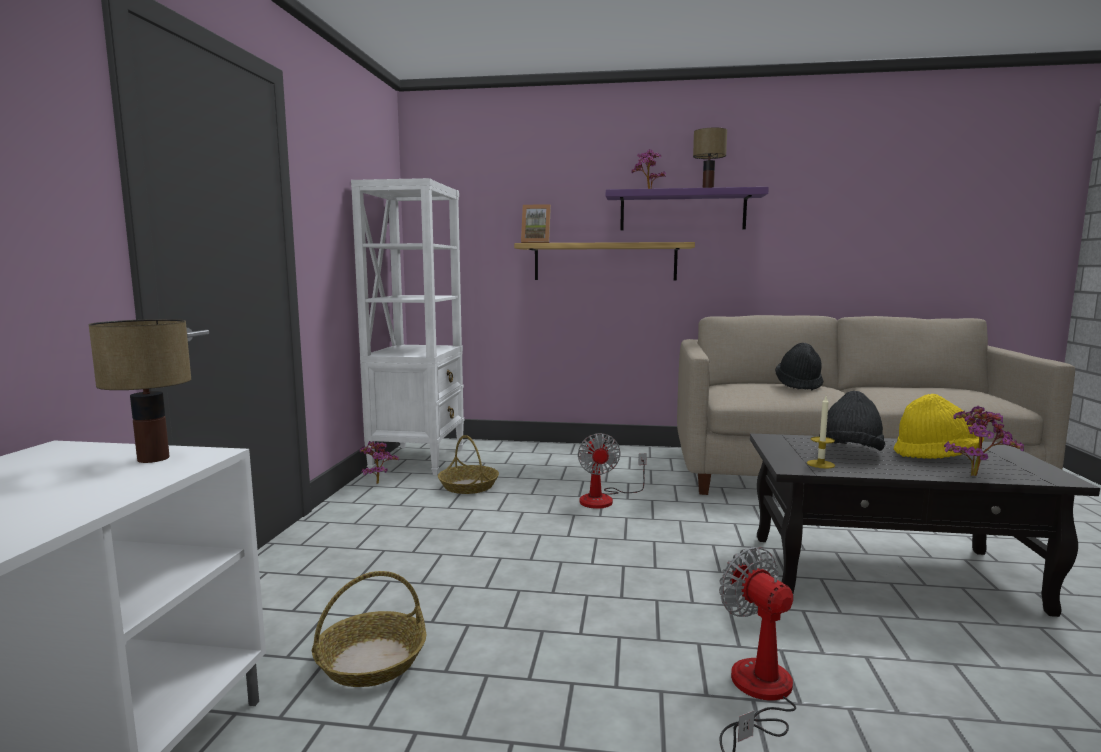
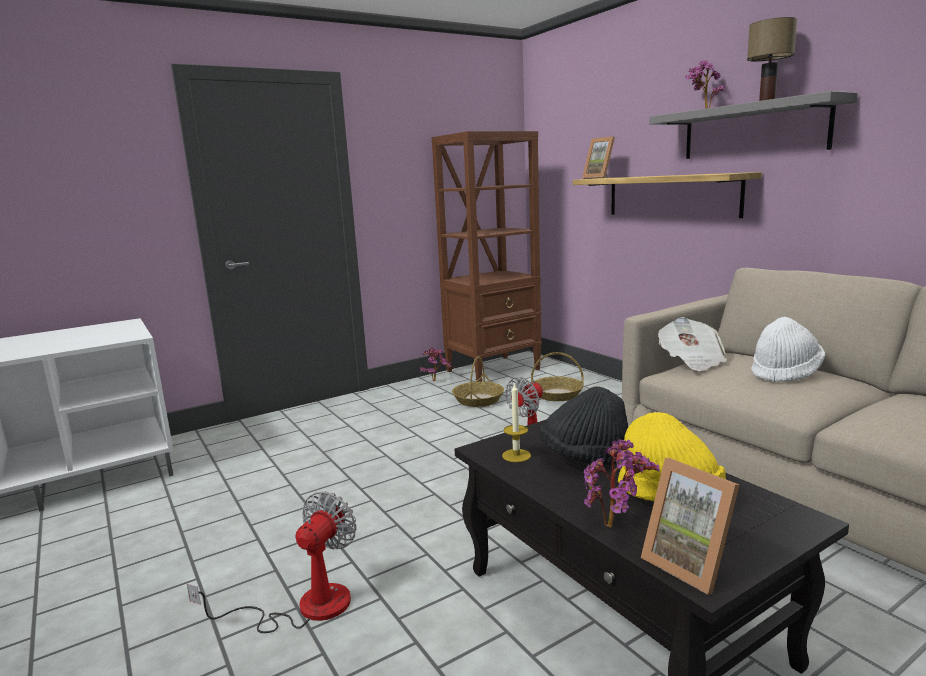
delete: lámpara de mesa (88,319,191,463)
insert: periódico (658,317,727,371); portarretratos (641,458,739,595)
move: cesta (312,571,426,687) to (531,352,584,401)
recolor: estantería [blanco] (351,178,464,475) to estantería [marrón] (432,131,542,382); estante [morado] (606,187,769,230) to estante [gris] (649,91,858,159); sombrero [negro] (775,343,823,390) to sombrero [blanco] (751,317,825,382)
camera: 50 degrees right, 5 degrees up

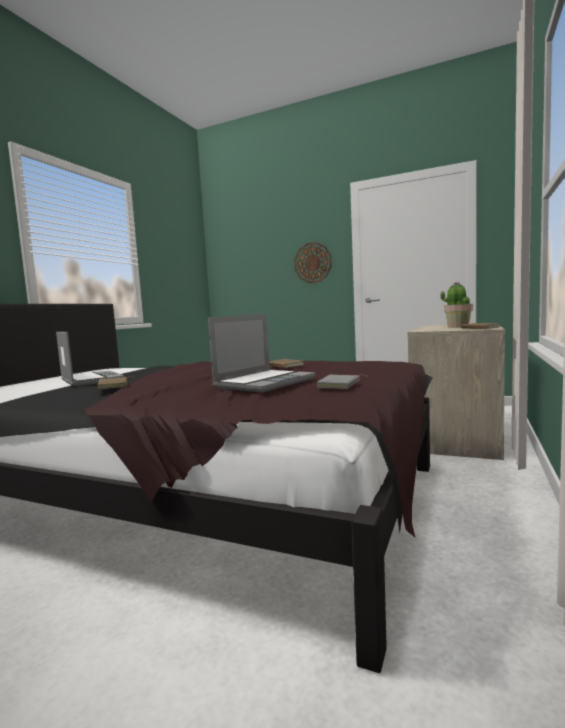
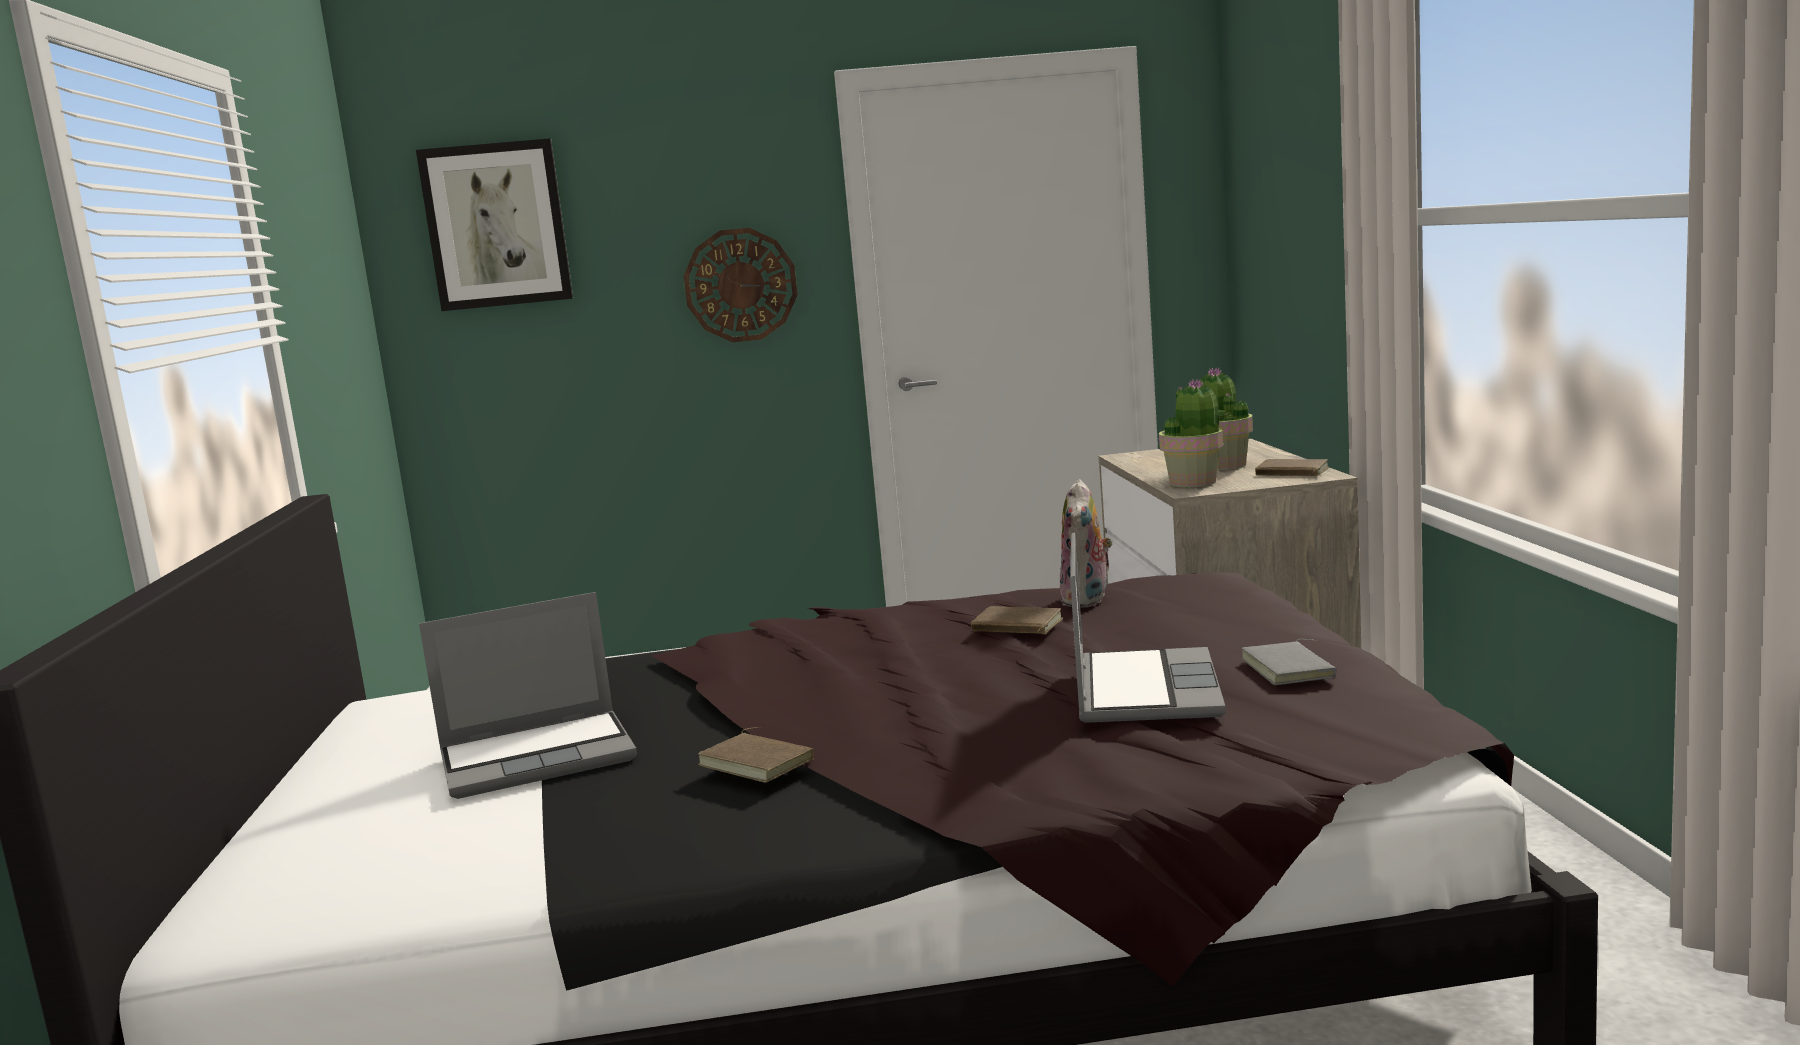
insert: cuadro (416,138,573,311); planta en maceta (1159,379,1234,488); peluche (1060,479,1113,608)
rotate: portátil (56,332,124,386) = (419,592,637,799) 135 degrees clockwise
camera: 30 degrees left, 5 degrees up

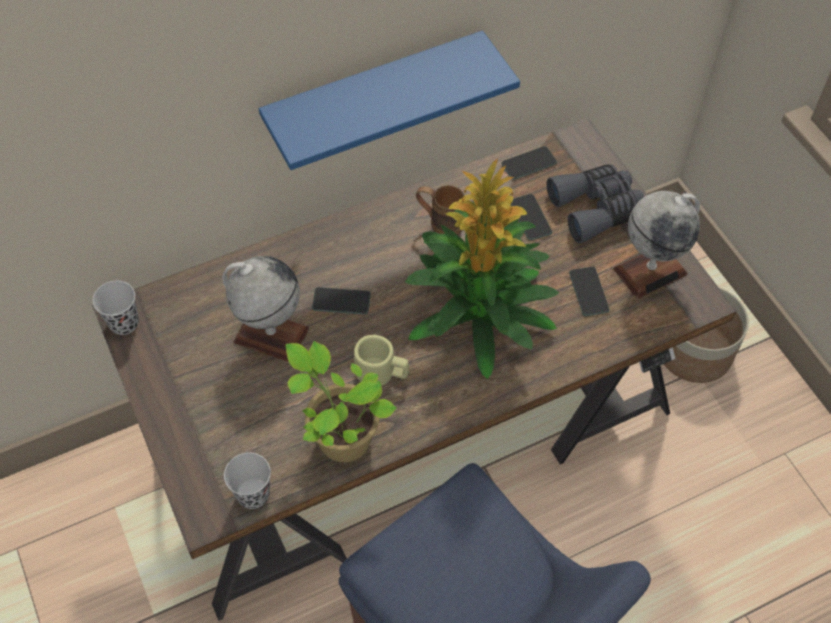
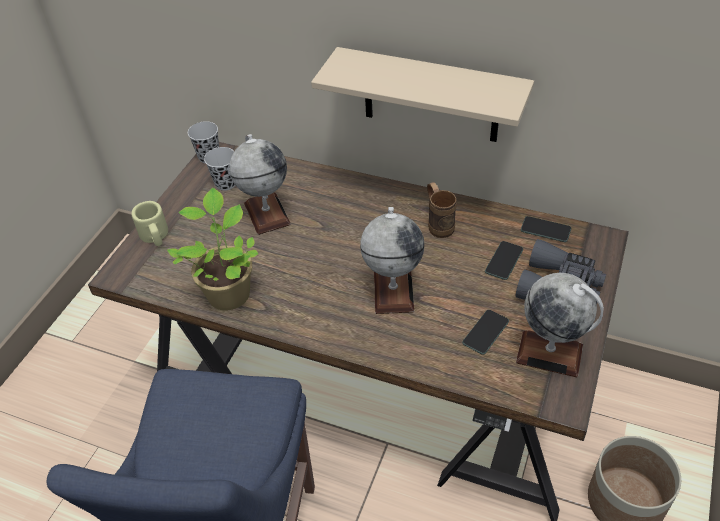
delete: móvil (312,287,371,315)
move: taza grande [beis] (354,335,409,386) to (132,201,168,246); taza [negro] (224,453,271,509) to (204,147,236,191)
replace: planta en maceta (405,158,559,379) to globo terráqueo (360,207,424,314)
recolor: estante [azul] (259,31,520,170) to estante [beis] (311,47,534,142)
camera: 50 degrees right, 10 degrees down

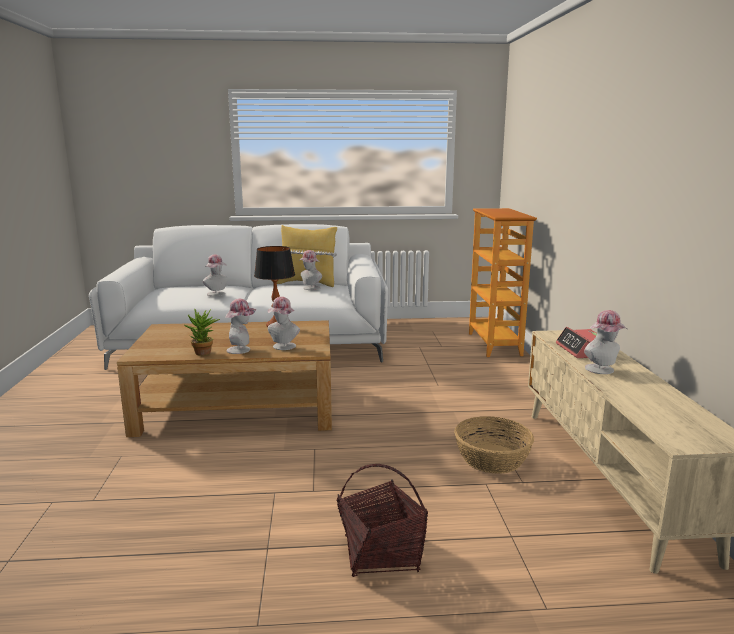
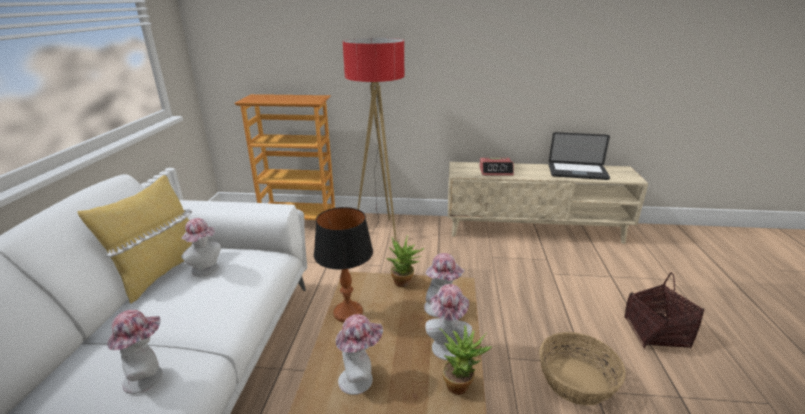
insert: lámpara de pie (343,38,404,241); portátil (549,132,610,180); planta en maceta (386,235,425,287)
move: sombrero (584,310,628,374) to (336,314,383,395); cesta (454,416,534,474) to (539,332,626,406)
camera: 80 degrees left, 10 degrees up

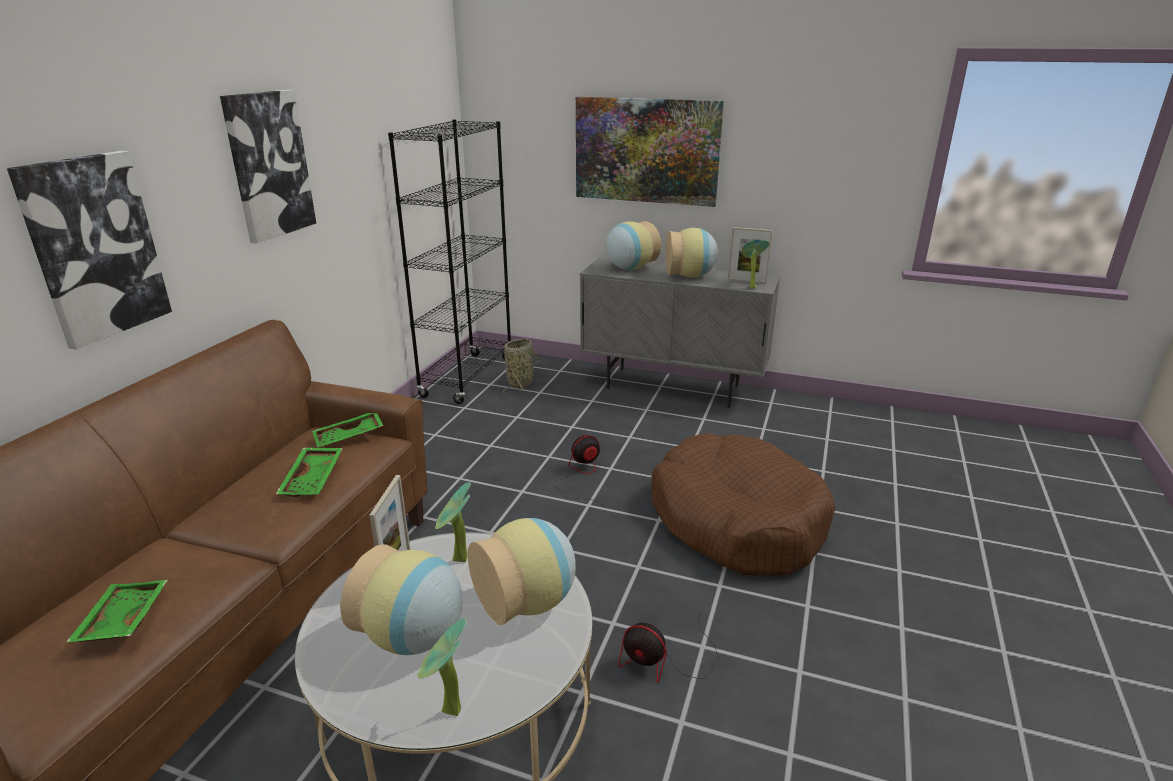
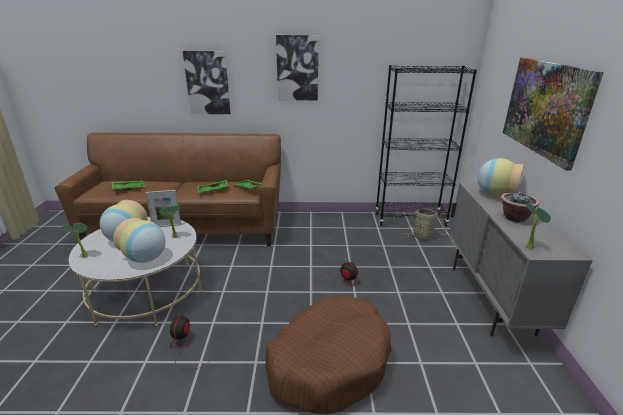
delete: portarretratos (728,227,772,284)
replace: florero (665,228,718,278) to planta en maceta (501,191,540,223)
camera: 70 degrees right, 0 degrees up

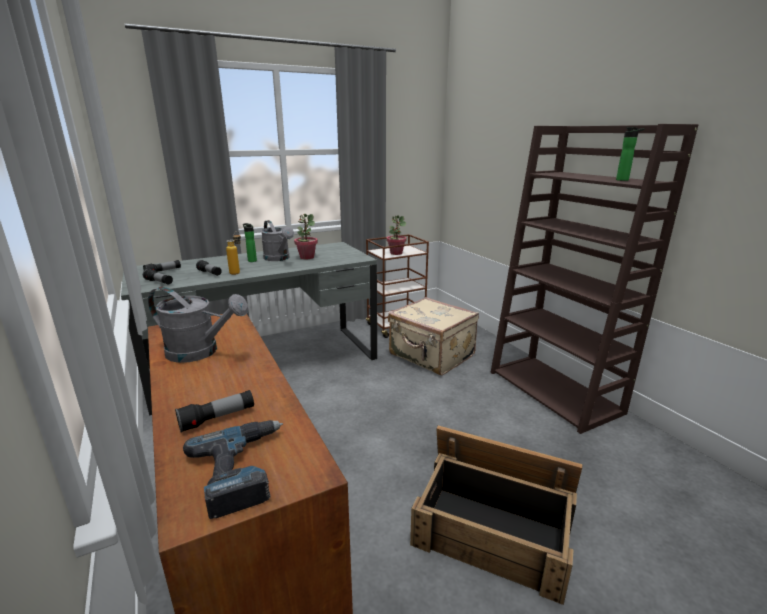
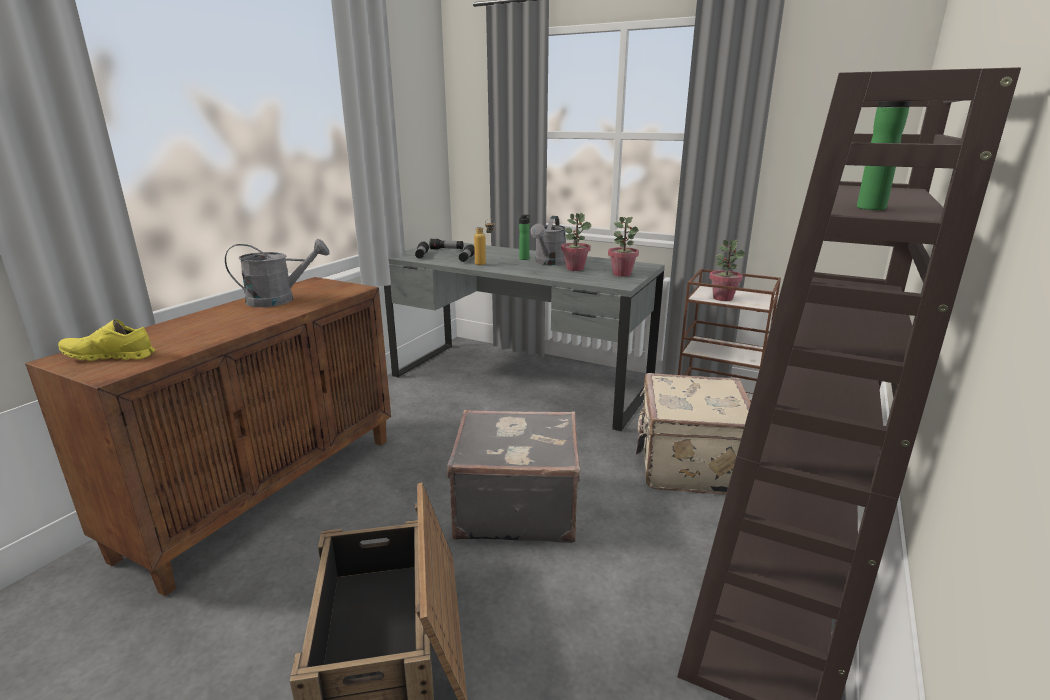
delete: linterna (175,390,254,433)
insert: planta en maceta (608,217,639,277); maleta [gris] (447,410,580,543)
replace: taladro (183,420,283,519) to zapato [amarillo] (58,319,155,361)
rotate: regadera [gris] (148,287,249,363) = (225,239,330,307) 90 degrees counterclockwise
camera: 55 degrees right, 0 degrees up

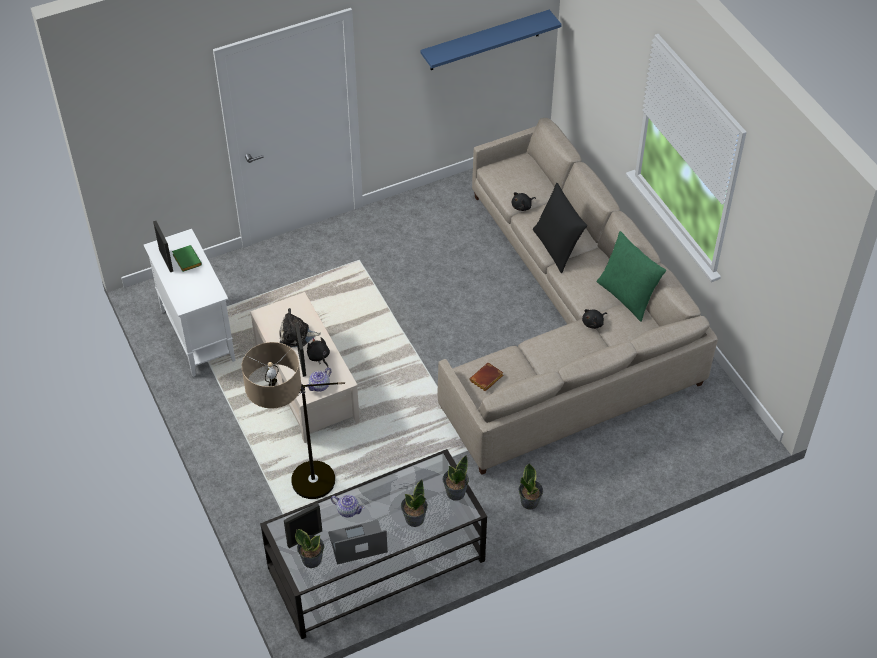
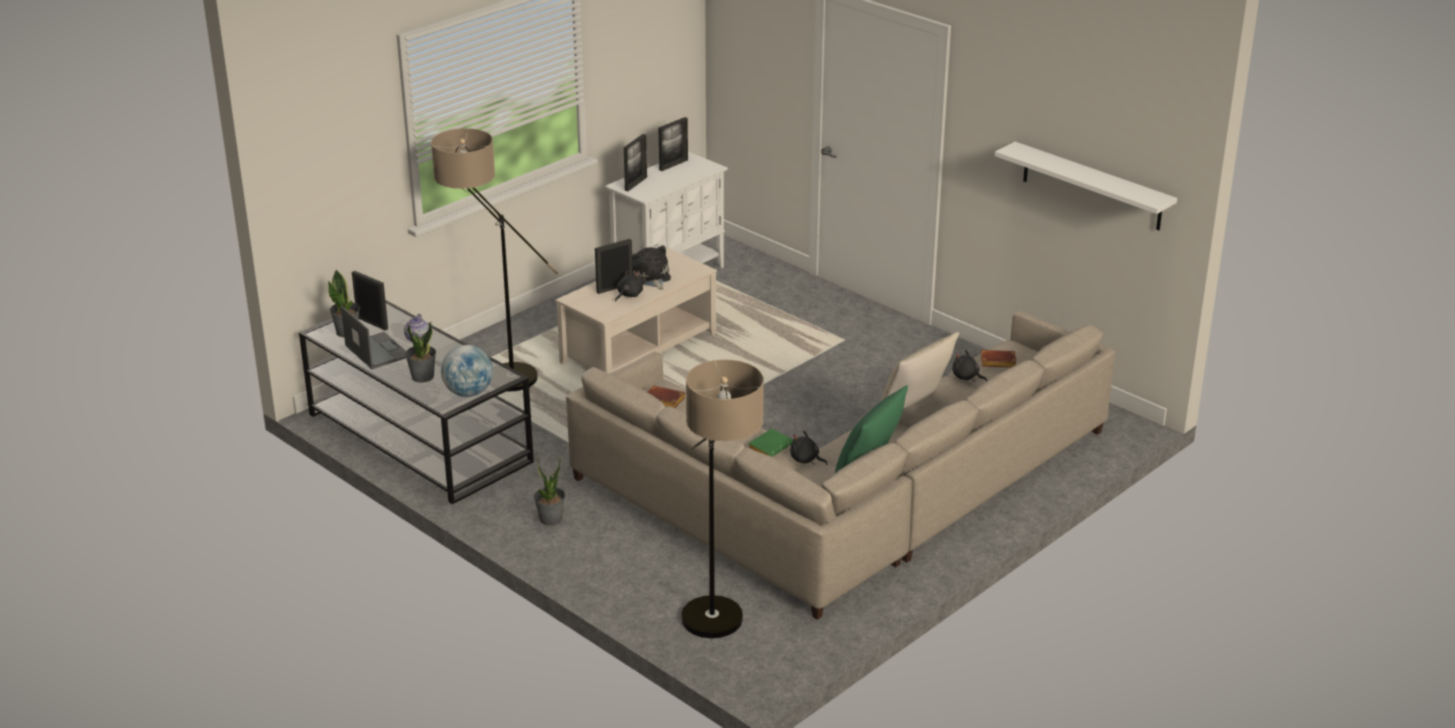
delete: tetera (307,368,332,392)
insert: portarretratos (624,134,647,191); libro [marrón] (981,350,1017,368); lámpara de pie (682,360,764,638)
move: libro [verde] (172,245,202,272) to (748,429,793,457)
replace: planta en maceta (443,455,469,501) to globo terráqueo (441,345,493,397)
recolor: estante [azul] (420,10,562,70) to estante [blanco] (995,142,1177,230); cojín [negro] (533,183,587,273) to cojín [beis] (880,332,959,409)
camera: 70 degrees right, 20 degrees down

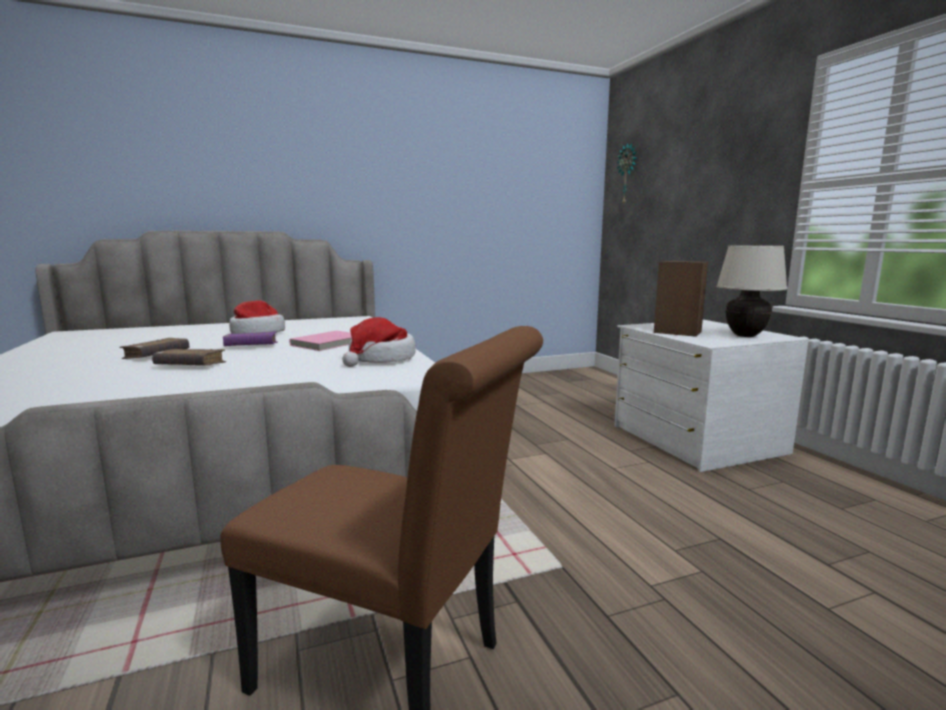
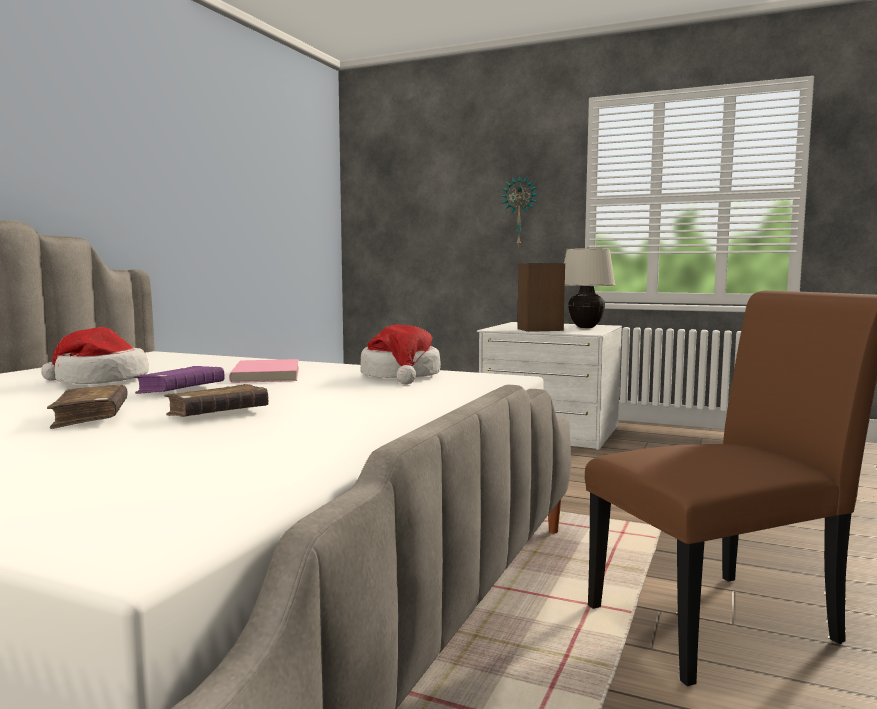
move: reloj de pared (616,143,637,204) to (501,176,538,247)
camera: 45 degrees left, 5 degrees down

